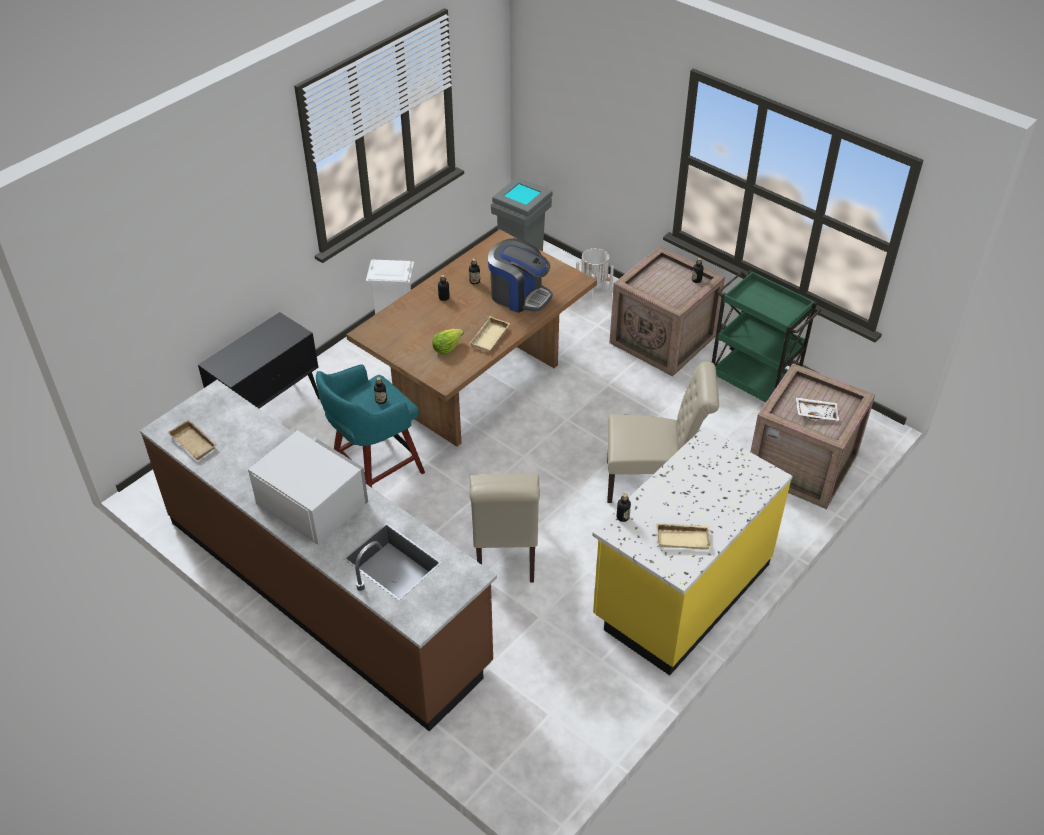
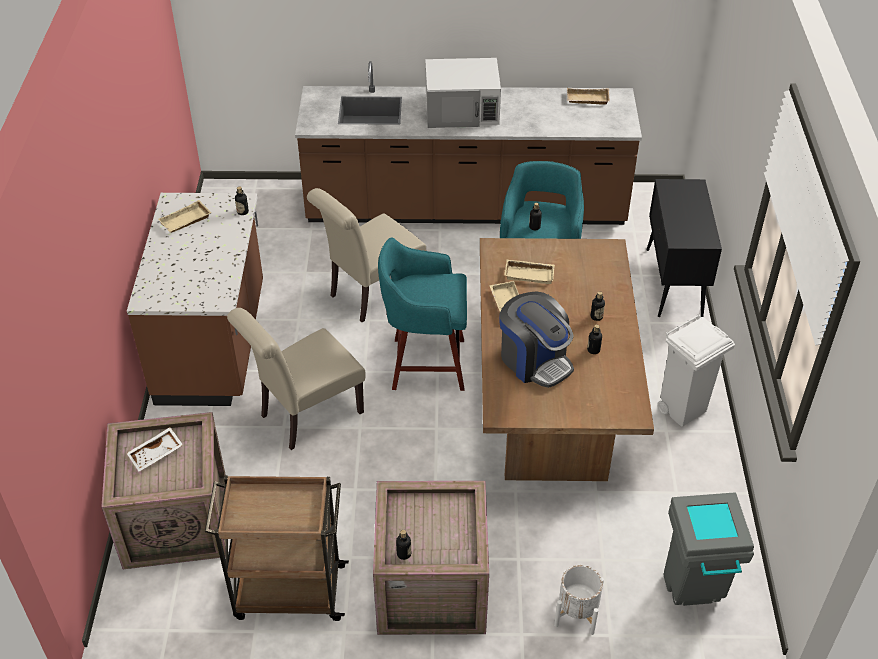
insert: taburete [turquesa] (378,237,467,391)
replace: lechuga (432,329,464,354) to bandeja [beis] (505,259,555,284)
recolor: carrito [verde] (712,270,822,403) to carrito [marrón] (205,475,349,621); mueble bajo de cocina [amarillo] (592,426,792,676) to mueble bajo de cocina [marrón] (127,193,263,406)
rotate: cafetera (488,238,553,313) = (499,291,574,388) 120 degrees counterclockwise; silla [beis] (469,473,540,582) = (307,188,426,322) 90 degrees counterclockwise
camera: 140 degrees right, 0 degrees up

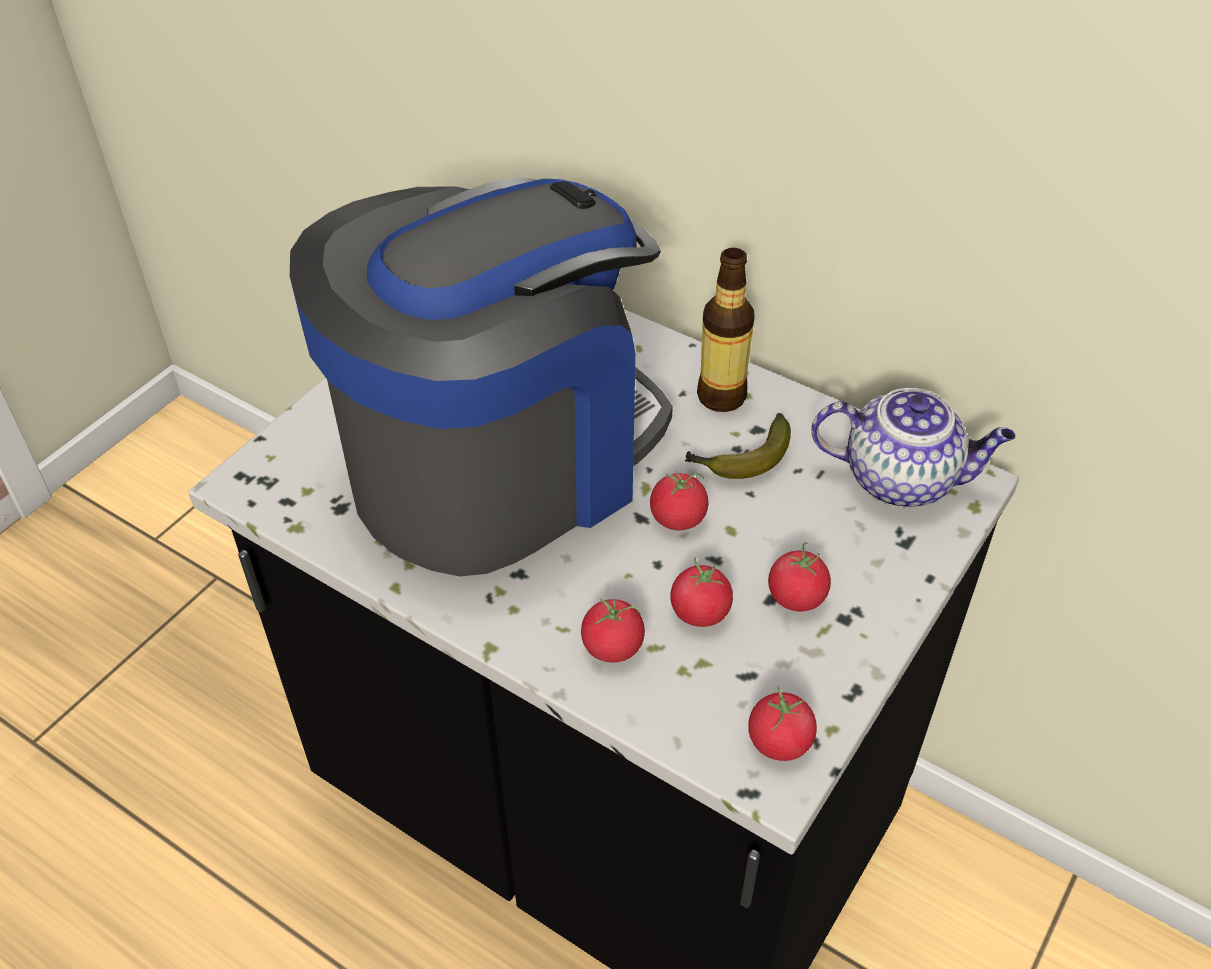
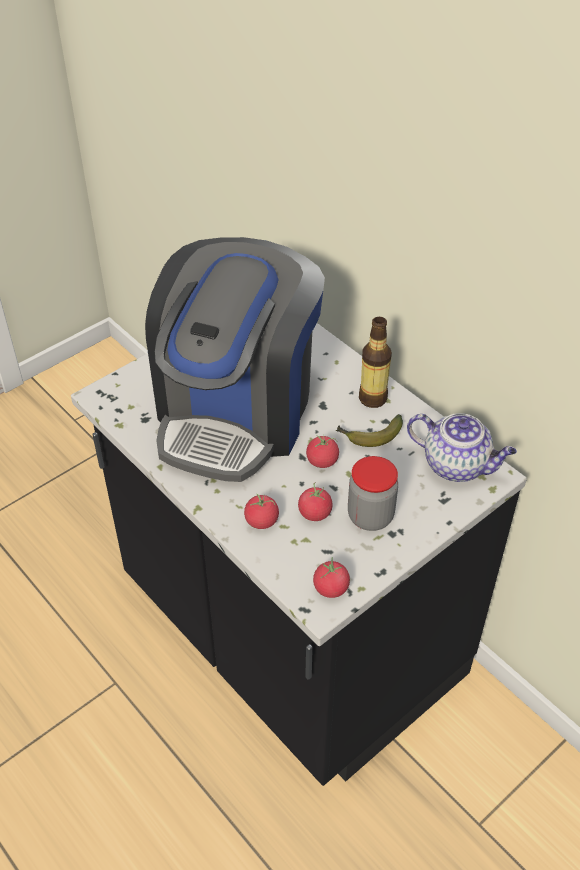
replace: tomate (768,542,831,611) to tarro (348,456,398,531)
rotate: cafetera (290,178,673,577) = (145,237,325,482) 135 degrees clockwise
camera: 15 degrees right, 0 degrees up

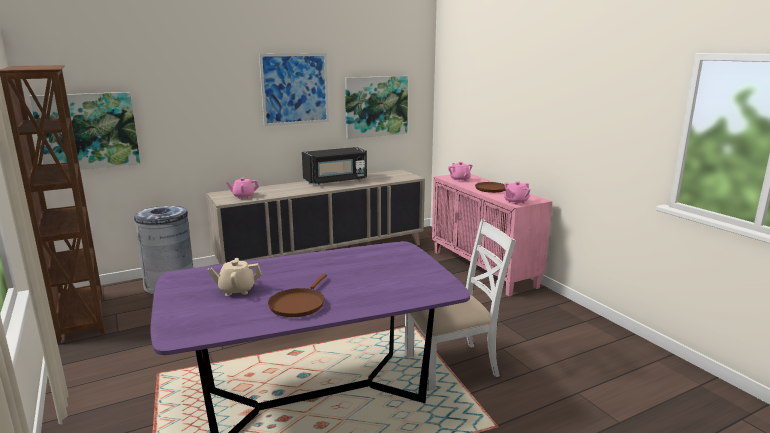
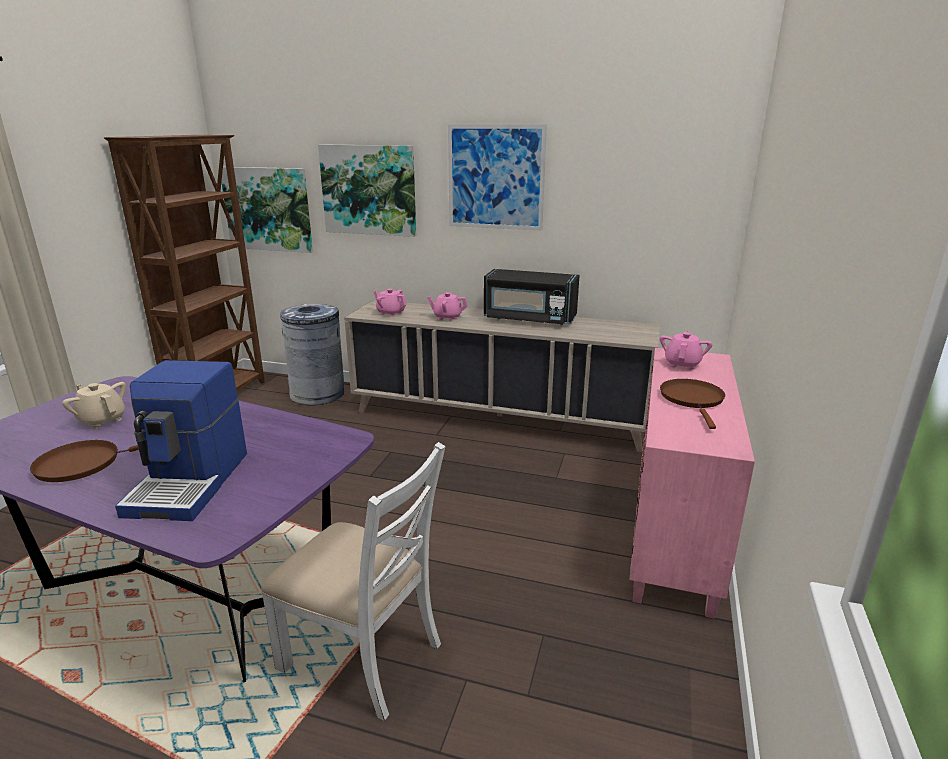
insert: cafetera (115,360,247,521)
move: cuadro (345,76,408,139) to (318,144,416,237); tetera [rosa] (504,181,530,205) to (427,292,468,321)
camera: 45 degrees right, 5 degrees up

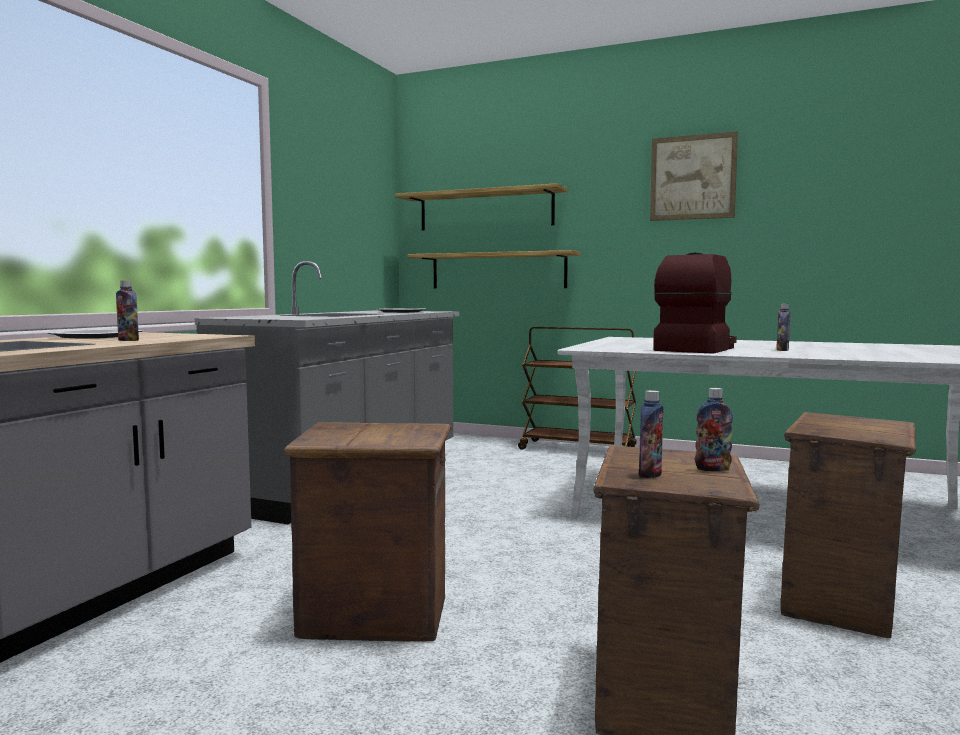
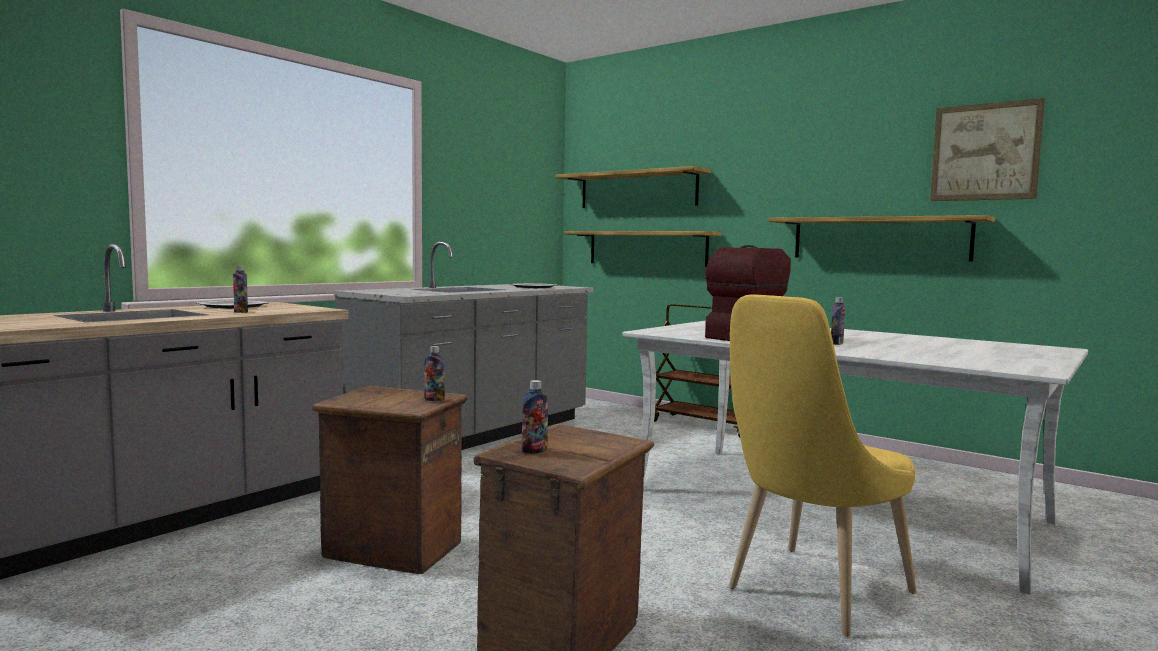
insert: estante (768,215,995,262)
move: cuadro (650,131,738,221) to (930,98,1045,201); botella (695,388,733,472) to (424,346,445,401)
replace: caja de embalaje (781,412,916,638) to silla [amarillo] (729,294,917,637)
camera: 15 degrees right, 0 degrees up

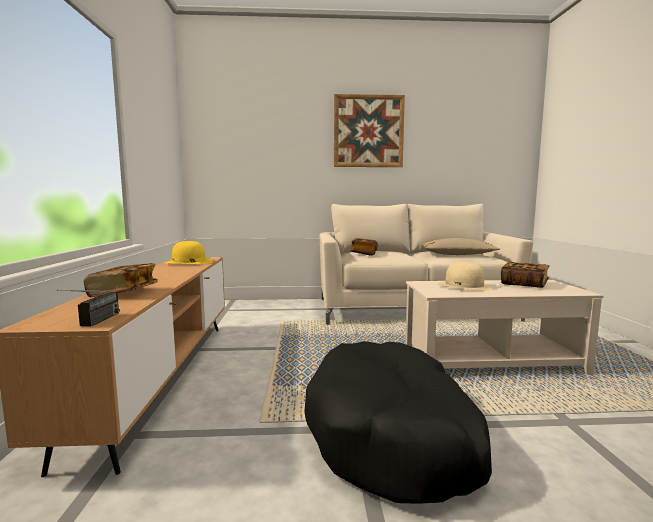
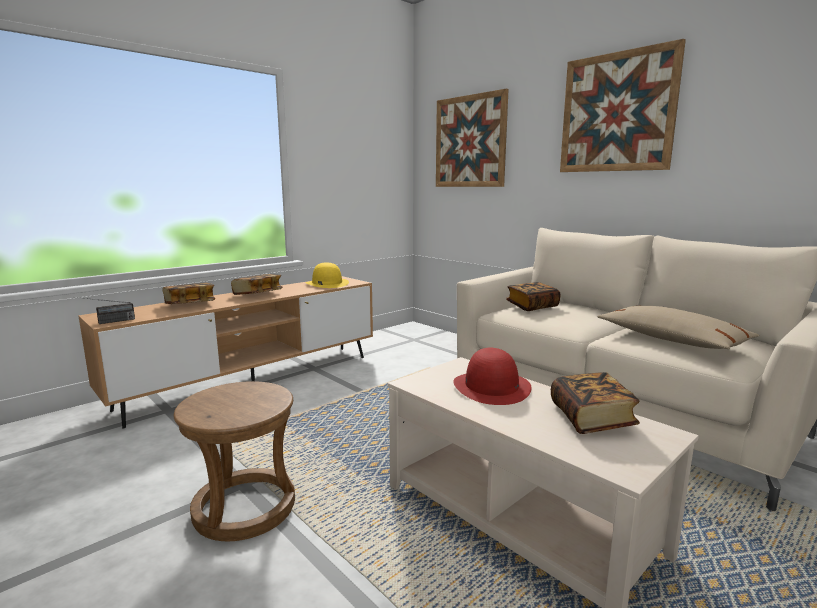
insert: cuadro (436,89,509,187); libro (231,274,282,295)
replace: cama para perro [negro] (304,341,492,504) to taburete [marrón] (174,381,295,541)
recolor: sombrero [beis] (437,262,493,291) to sombrero [rojo] (453,348,532,405)
camera: 50 degrees right, 5 degrees up

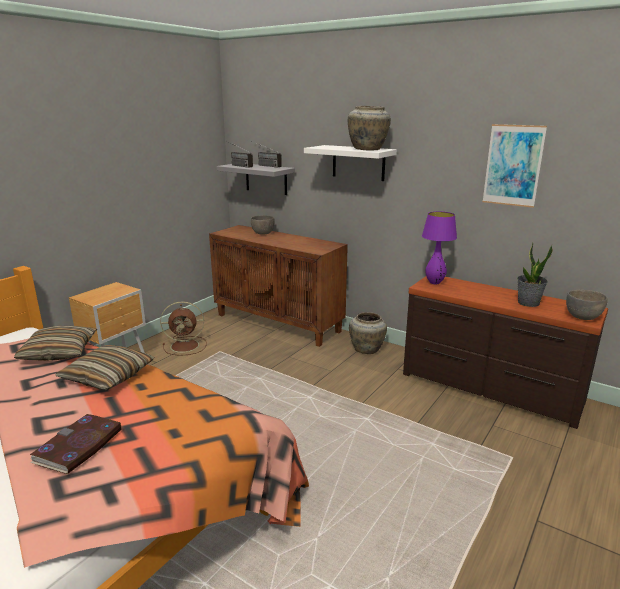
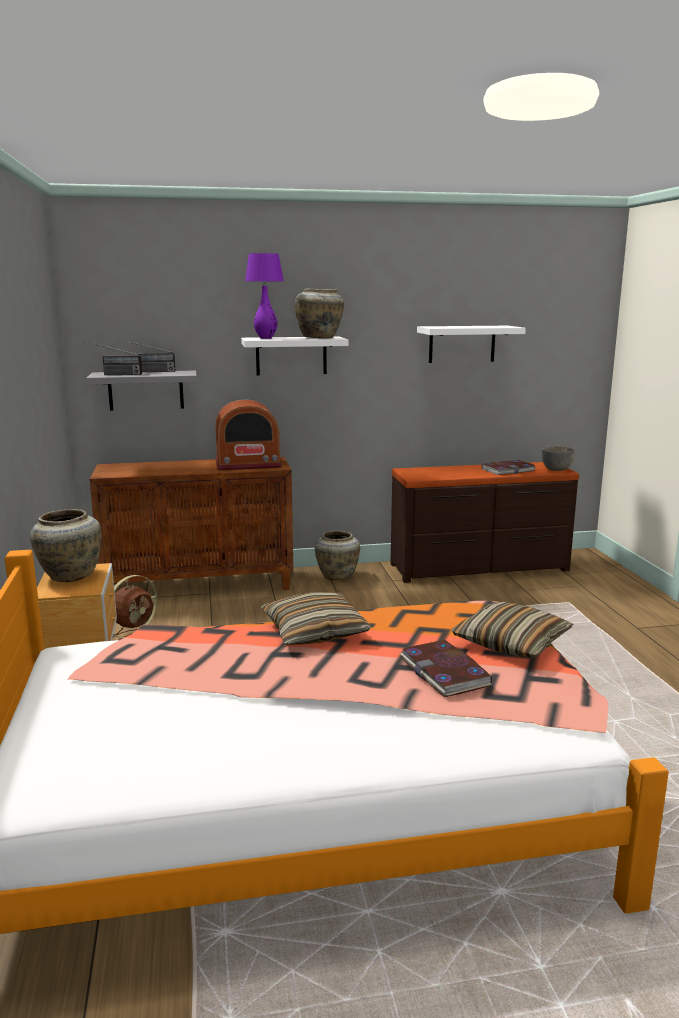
delete: cuenco [gris] (251,215,275,235)
insert: radio (215,400,282,471); florero [beis] (30,509,101,582)
move: lámpara de mesa [morado] (422,211,457,284) to (245,253,284,339); cojín (14,326,97,361) to (452,602,573,658)
replace: cuadro (482,124,547,208) to estante [blanco] (417,326,526,363); planta en maceta (517,242,553,307) to libro (482,460,535,475)
camera: 45 degrees left, 5 degrees down

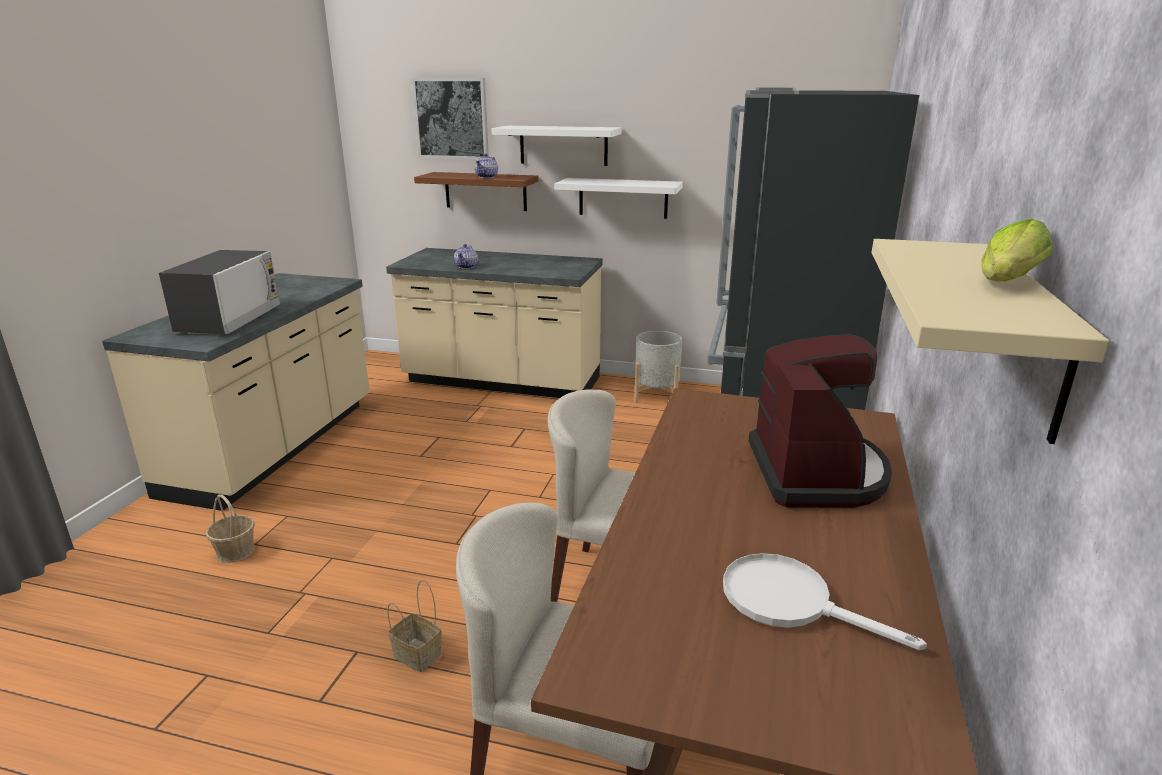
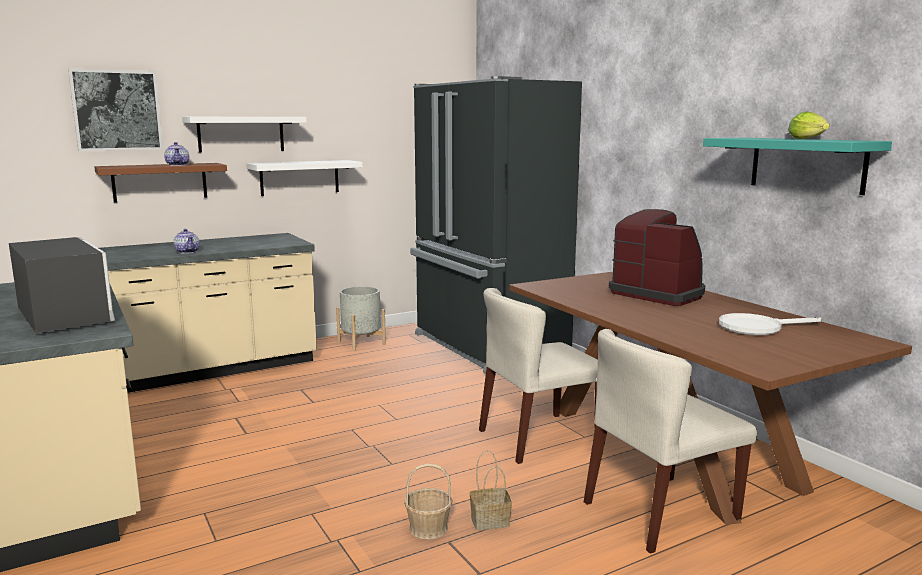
move: cesta (205,494,255,563) to (404,464,453,540)
recolor: estante [beis] (872,239,1109,444) to estante [turquesa] (703,138,892,195)
camera: 45 degrees left, 10 degrees down

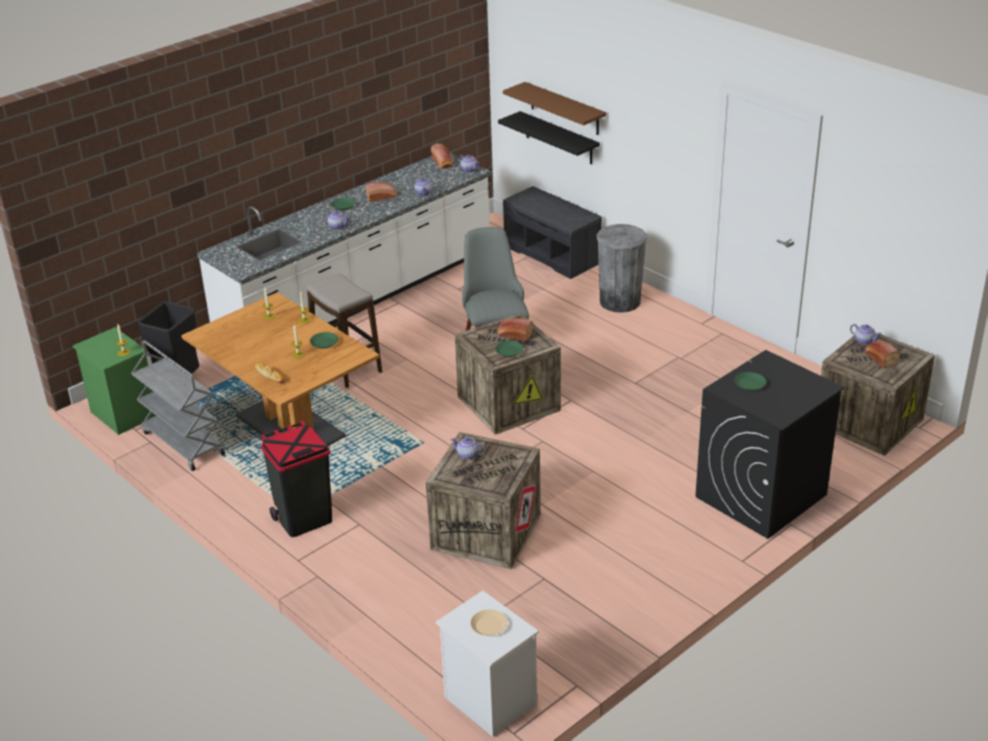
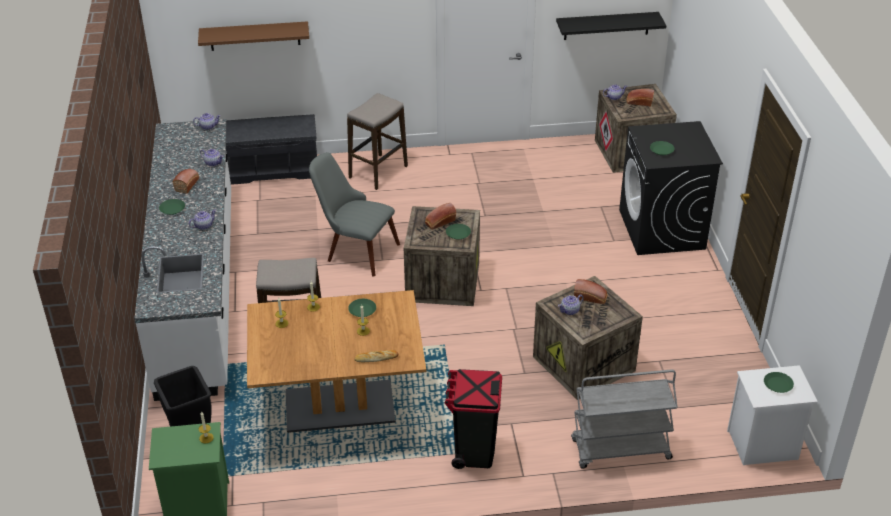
move: estante [negro] (498,111,600,165) to (556,12,666,40); pan (431,143,453,169) to (574,279,608,304); carrito [gris] (131,340,225,471) to (571,370,678,469)
replace: papelera [gris] (597,224,647,313) to taburete (347,93,408,190)
recolor: plato [beis] (470,610,507,636) to plato [verde] (764,372,794,393)
camera: 55 degrees left, 5 degrees up

